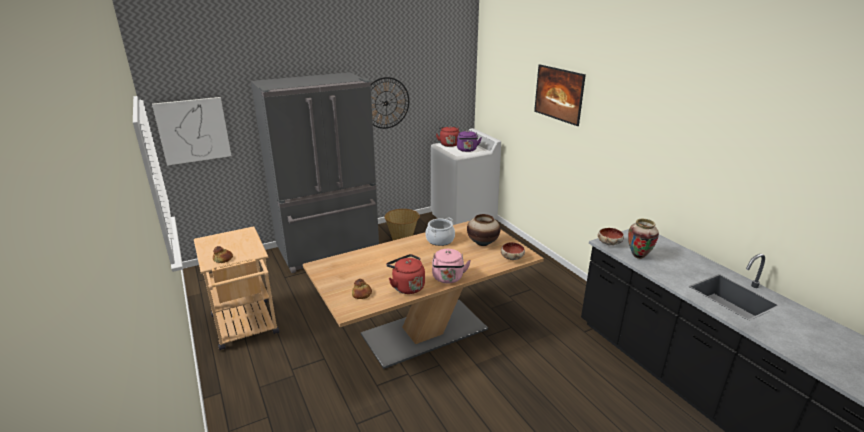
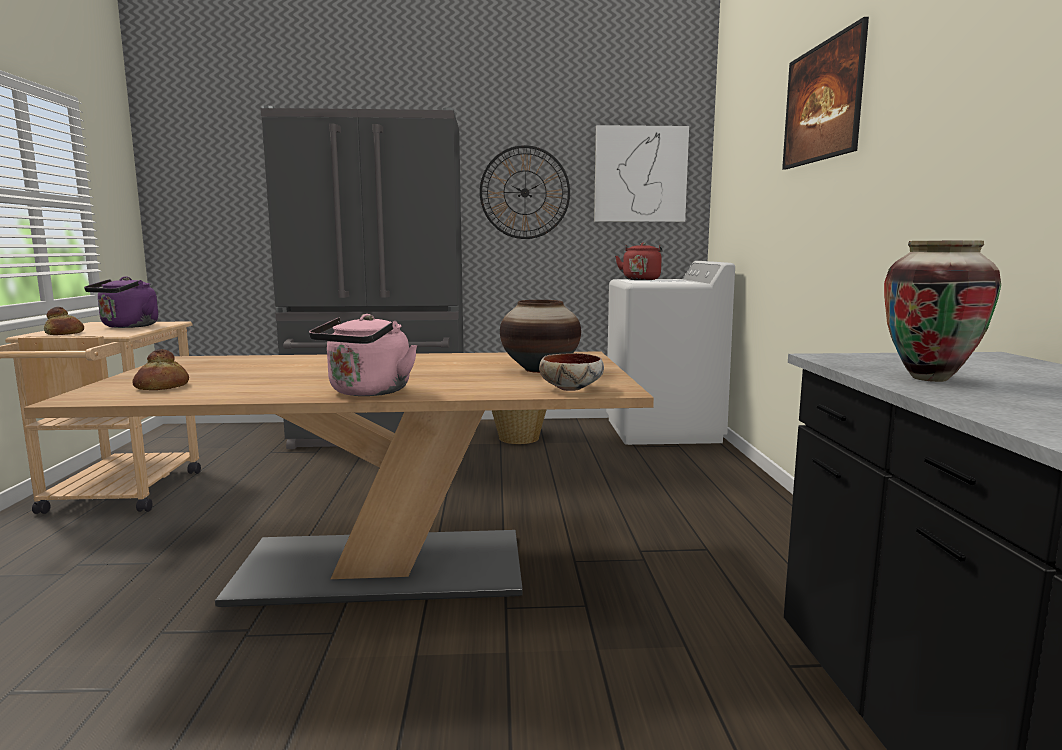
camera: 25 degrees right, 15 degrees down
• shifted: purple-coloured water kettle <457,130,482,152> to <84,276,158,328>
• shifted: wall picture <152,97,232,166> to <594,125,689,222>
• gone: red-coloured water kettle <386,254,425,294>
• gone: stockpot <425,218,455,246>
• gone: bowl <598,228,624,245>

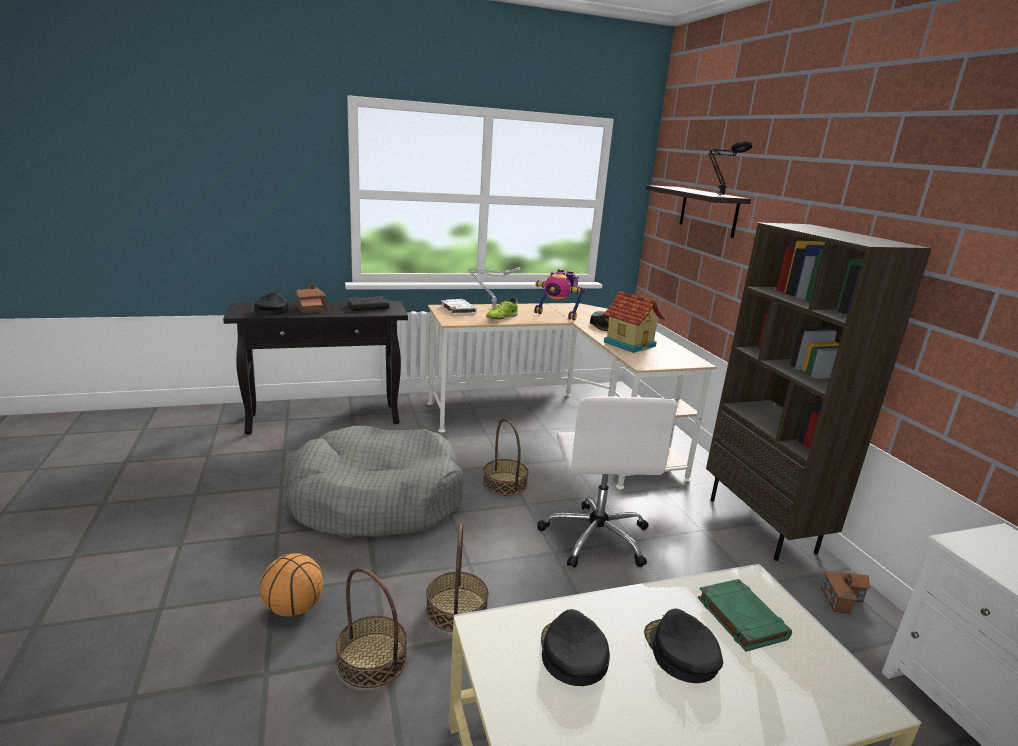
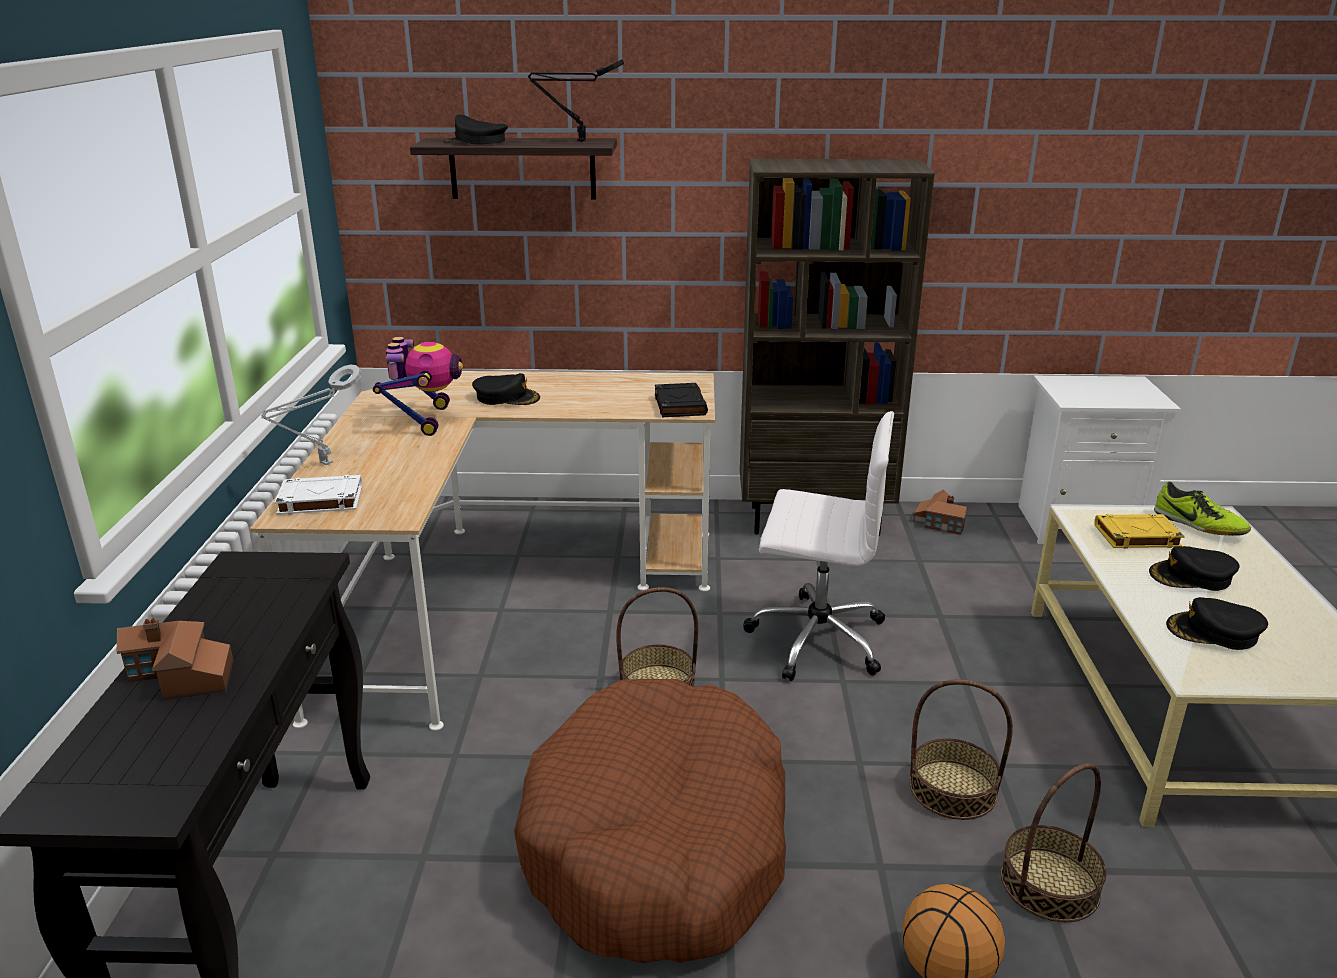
camera: 70 degrees left, 5 degrees up
• rotated: robot figure <534,269,586,320> = <373,337,463,436> 45 degrees counterclockwise
• shifted: blackish peaked cap <254,292,289,315> to <443,114,508,144>
• repainted: grey pet bed <285,426,463,538> to brown pet bed <514,679,786,963>
• shifted: blackish bound book <347,296,389,311> to <655,383,708,417>
• repainted: green bound book <698,579,792,652> to yellow bound book <1094,514,1185,549>
• shifted: item of footwear <486,297,518,320> to <1154,481,1251,536>
• gone: miniature house <603,291,665,353>

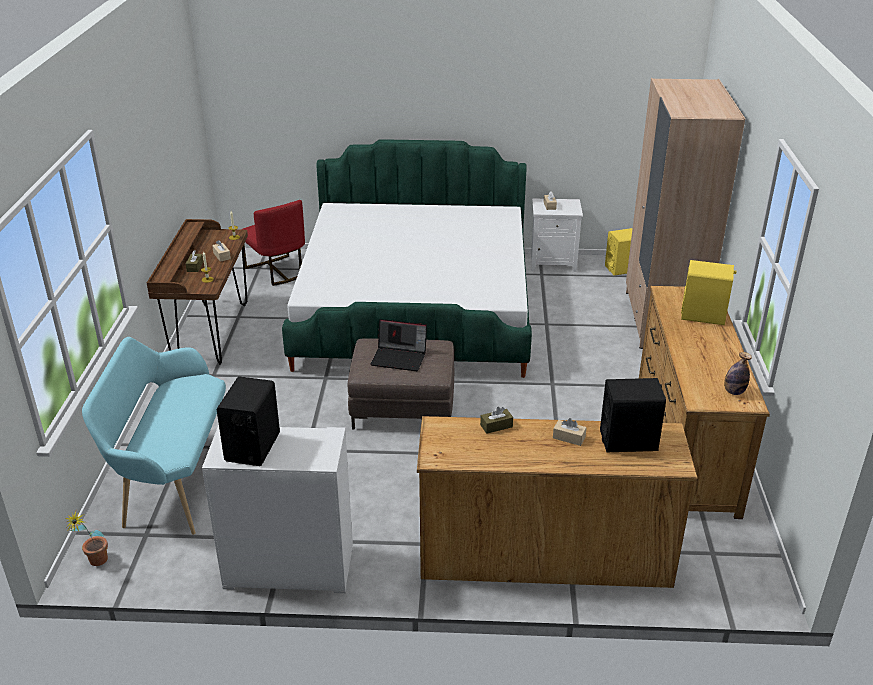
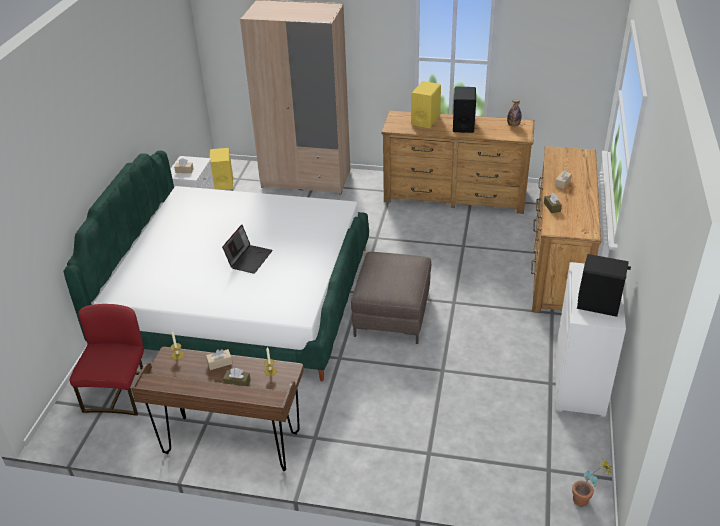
camera: 80 degrees left, 5 degrees up
• rotated: red-coloured upright chair <242,200,305,286> = <70,304,144,416> 60 degrees counterclockwise
• shifted: laptop <370,319,427,371> to <222,225,272,274>
• shifted: blackish speaker <600,378,666,452> to <453,87,476,133>
• gone: turquoise-coloured indoor bench <82,337,226,535>

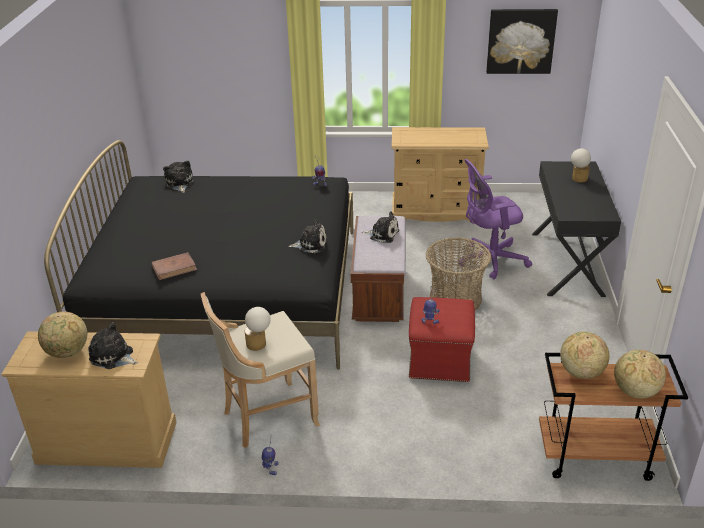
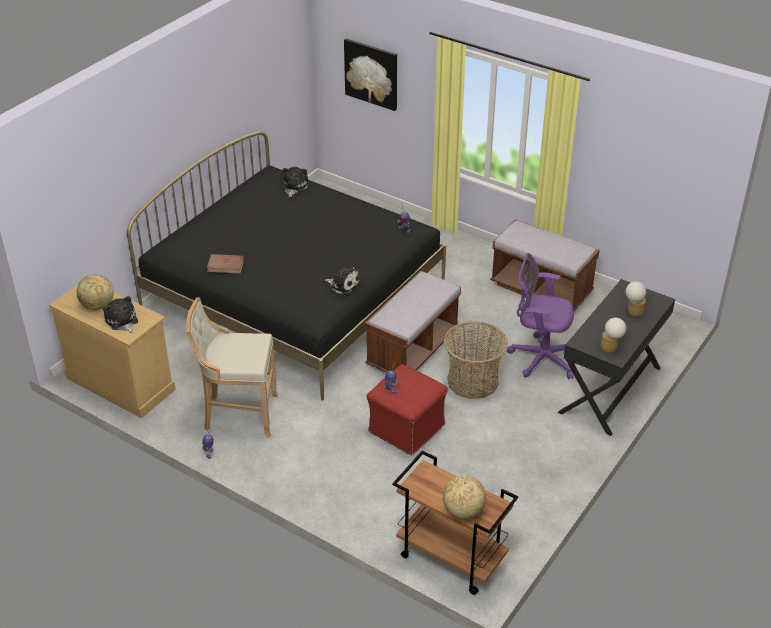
camera: 30 degrees right, 5 degrees up
• shifted: wall picture <486,9,558,74> to <344,38,397,111>
• swapped: sand-coloured chest of drawers <392,127,489,222> to brown indoor bench <490,219,600,311>
• shifted: tabletop lamp <245,307,271,351> to <601,318,626,353>
• gone: soft toy <362,211,399,243>
• gone: globe <560,331,609,379>

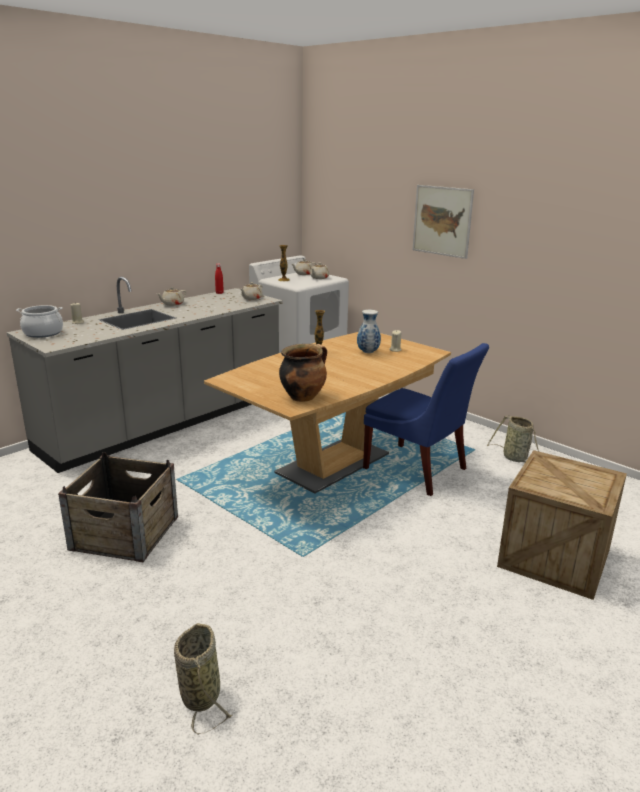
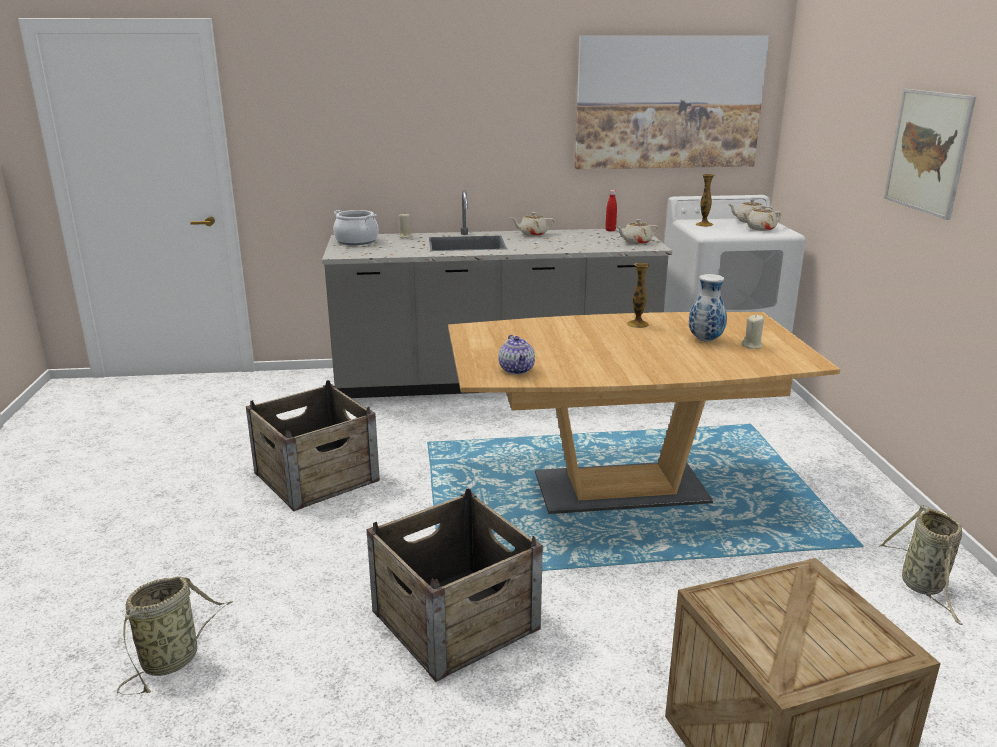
camera: 40 degrees right, 0 degrees up
• new: shipping crate <366,488,543,682>
• swapped: stockpot <279,344,327,402> to teapot <498,335,535,374>
• new: wall picture <575,36,769,169>
• gone: blue-coloured upright chair <363,343,489,496>

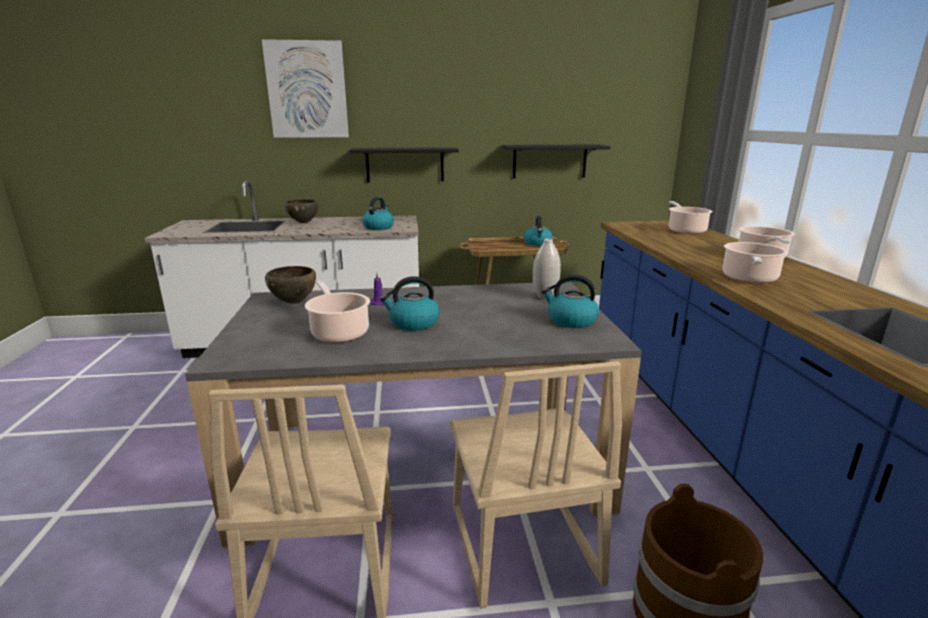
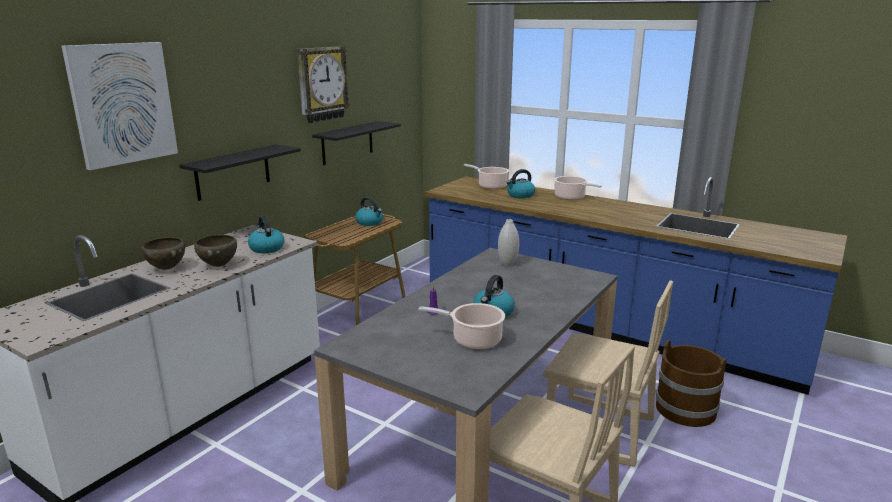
camera: 50 degrees left, 0 degrees up
• shifted: brown bowl <265,266,316,304> to <194,235,237,267>
• new: wall clock <297,46,350,123>
• shifted: water kettle <542,275,599,328> to <506,169,535,198>
• gone: stockpot <723,242,788,284>

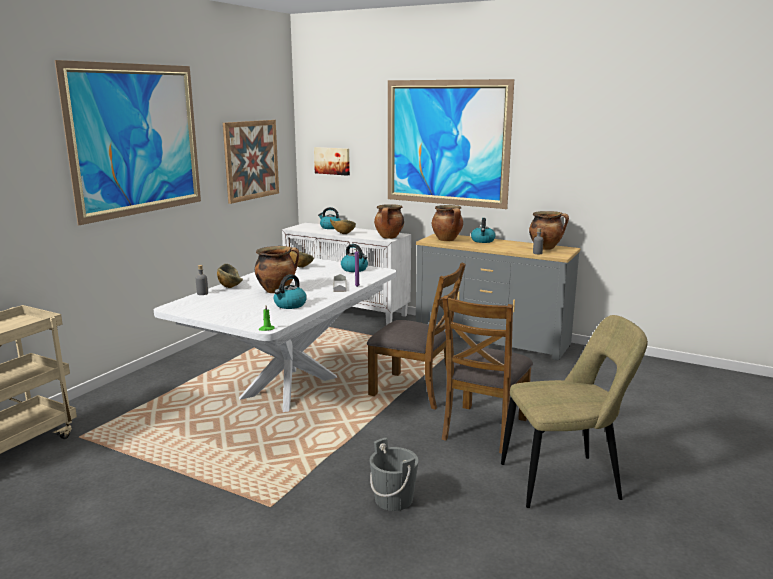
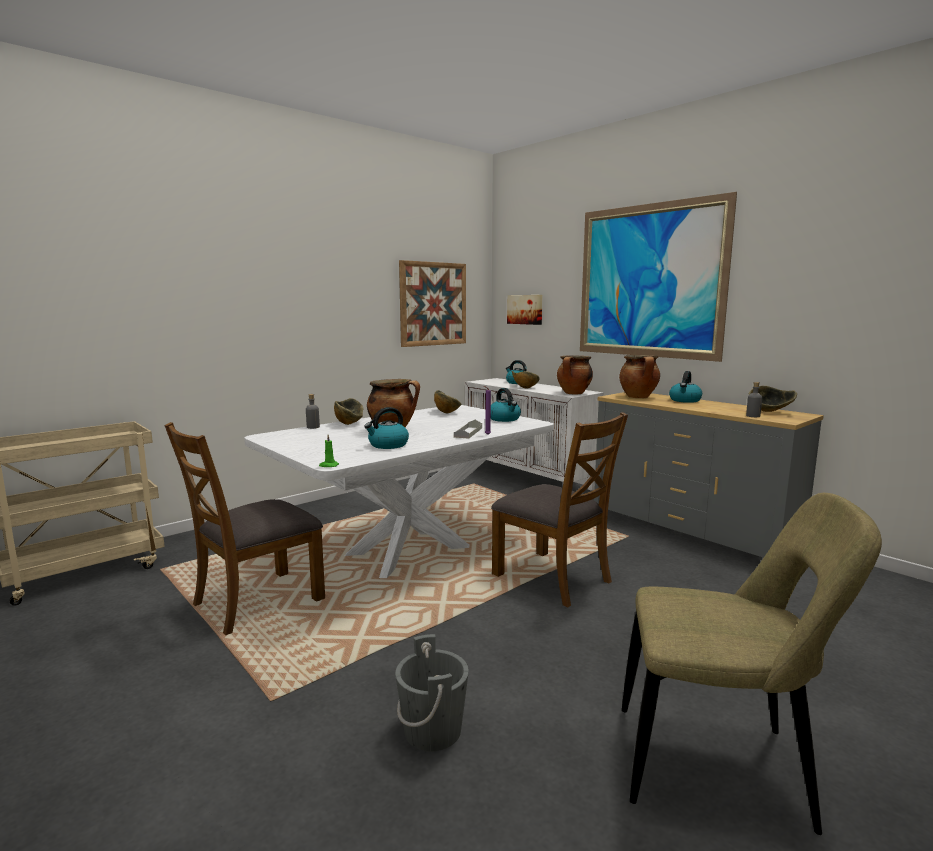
camera: 20 degrees right, 5 degrees down
• shifted: brown upright chair <442,295,533,454> to <164,422,325,635>
• swapped: stockpot <529,211,569,250> to bowl <749,386,797,412>
• gone: wall picture <55,60,201,226>

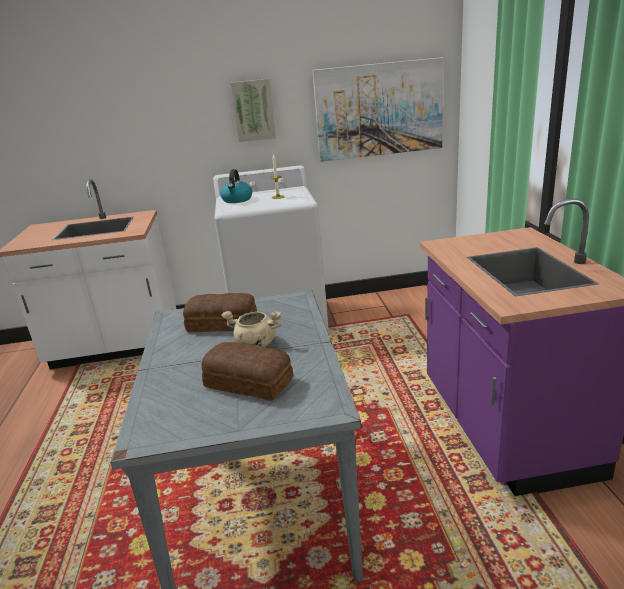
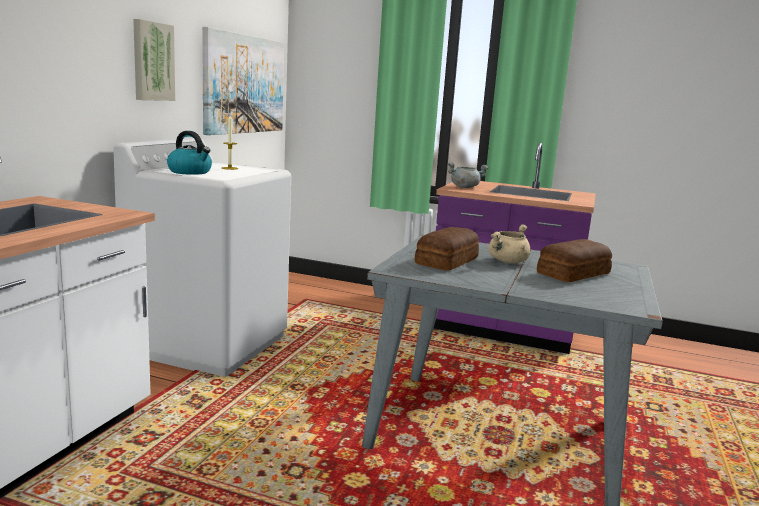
camera: 65 degrees left, 10 degrees down
• new: grey stockpot <448,162,489,188>

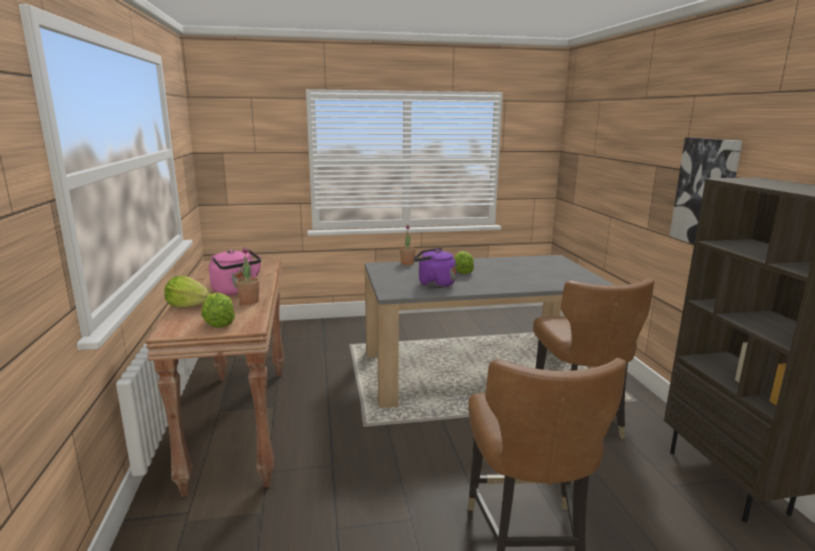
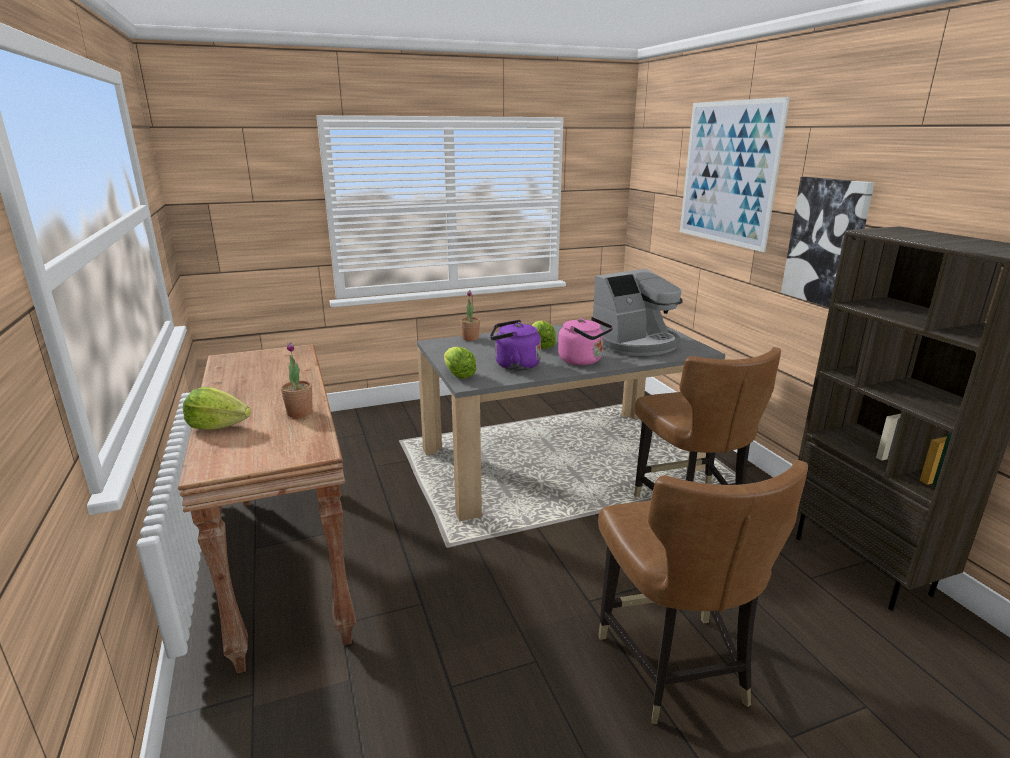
camera: 10 degrees left, 5 degrees up
• shifted: head of lettuce <201,292,235,328> to <444,347,477,379>
• shifted: pinkish water kettle <209,249,261,295> to <558,317,613,365>
• new: coffee brewer <593,269,683,356>
• new: wall picture <680,97,790,252>

